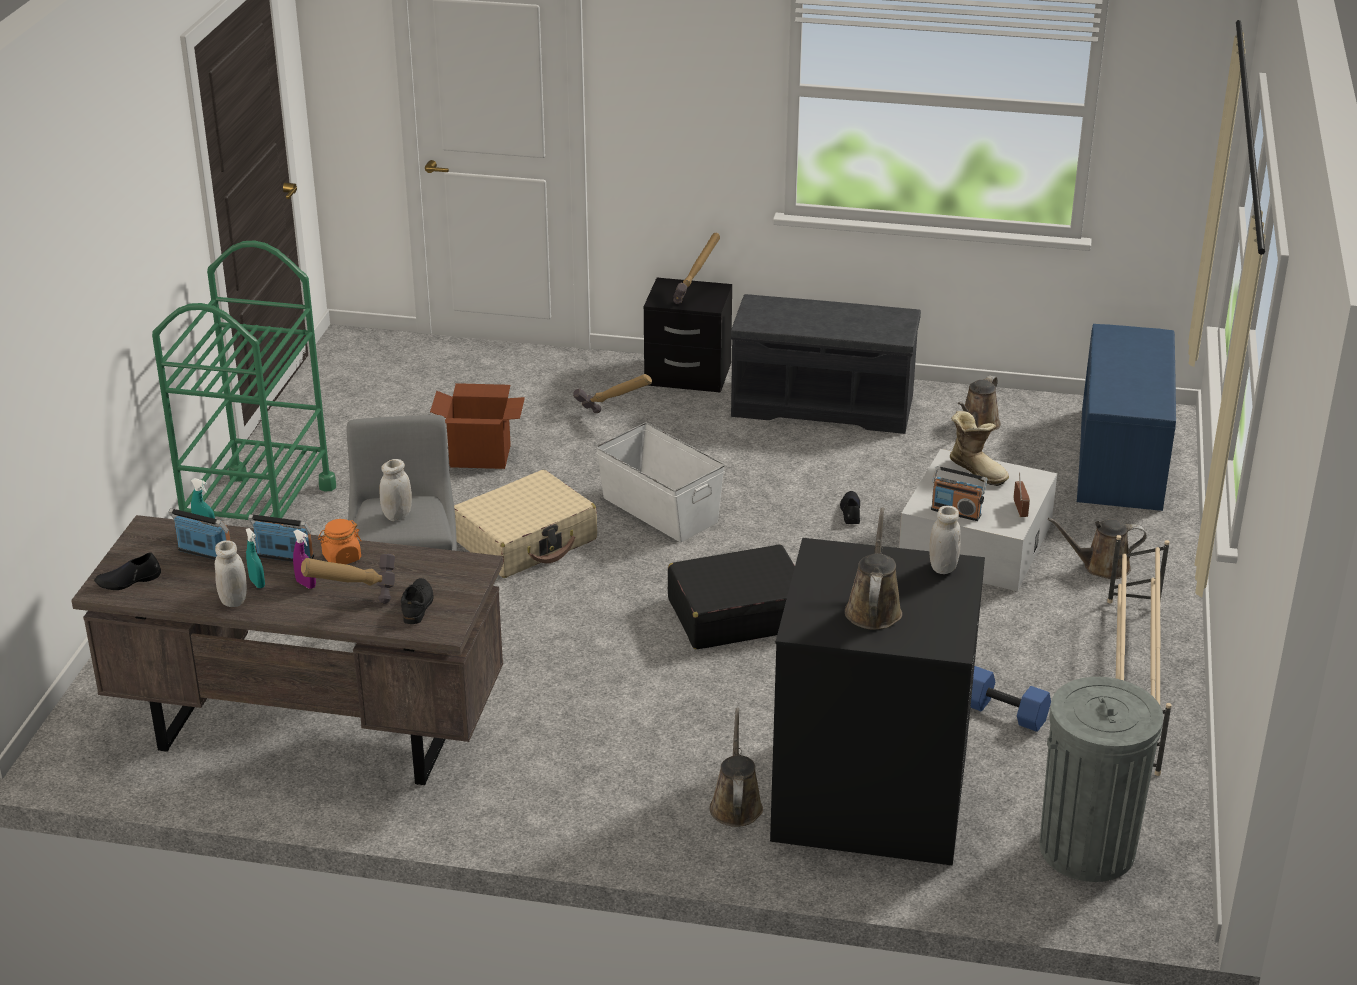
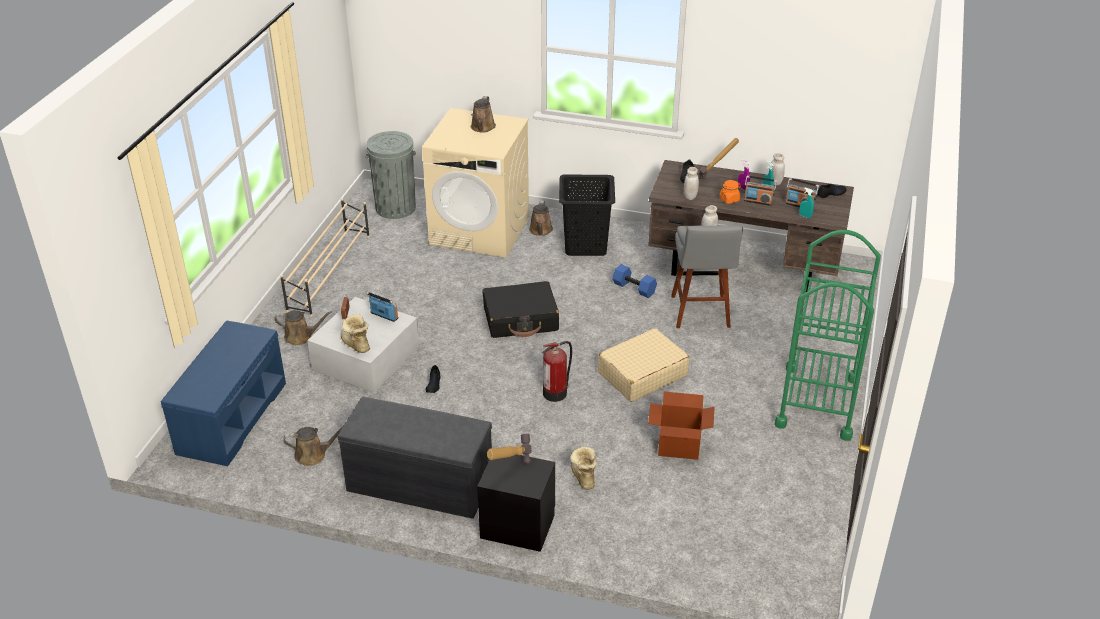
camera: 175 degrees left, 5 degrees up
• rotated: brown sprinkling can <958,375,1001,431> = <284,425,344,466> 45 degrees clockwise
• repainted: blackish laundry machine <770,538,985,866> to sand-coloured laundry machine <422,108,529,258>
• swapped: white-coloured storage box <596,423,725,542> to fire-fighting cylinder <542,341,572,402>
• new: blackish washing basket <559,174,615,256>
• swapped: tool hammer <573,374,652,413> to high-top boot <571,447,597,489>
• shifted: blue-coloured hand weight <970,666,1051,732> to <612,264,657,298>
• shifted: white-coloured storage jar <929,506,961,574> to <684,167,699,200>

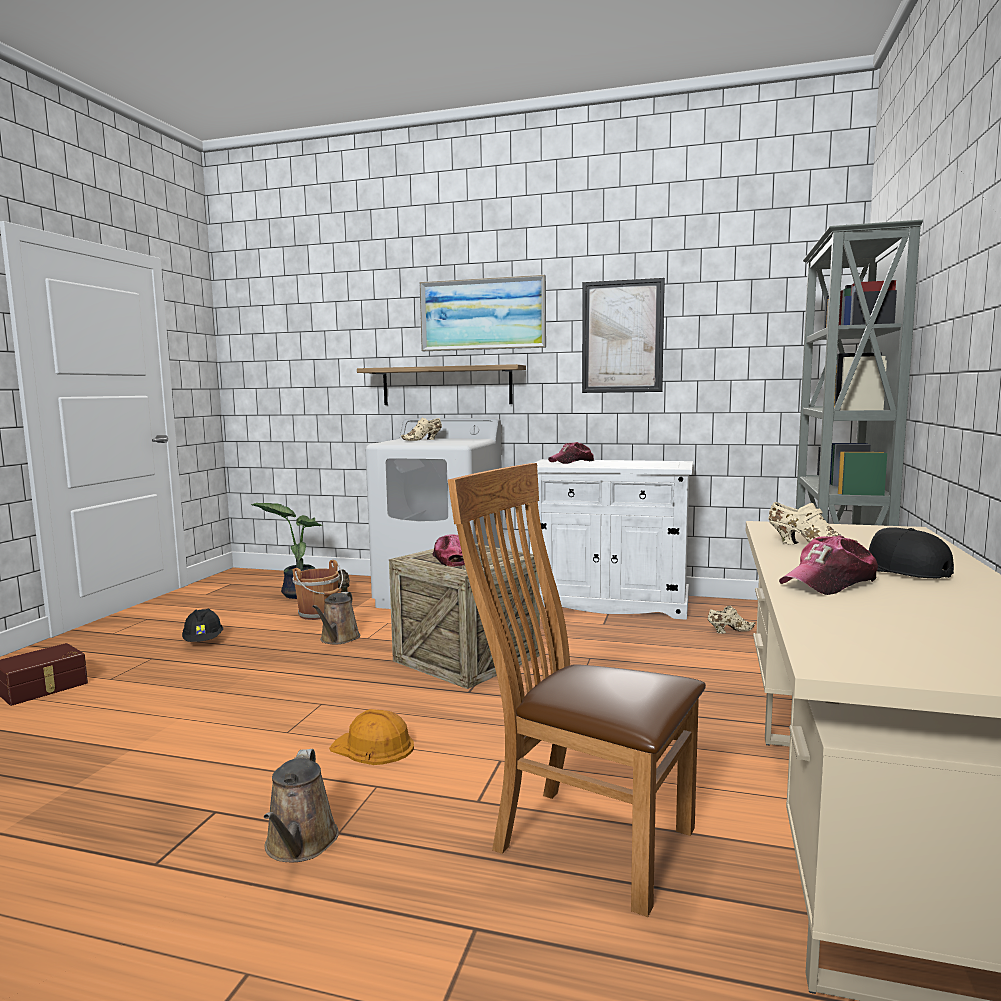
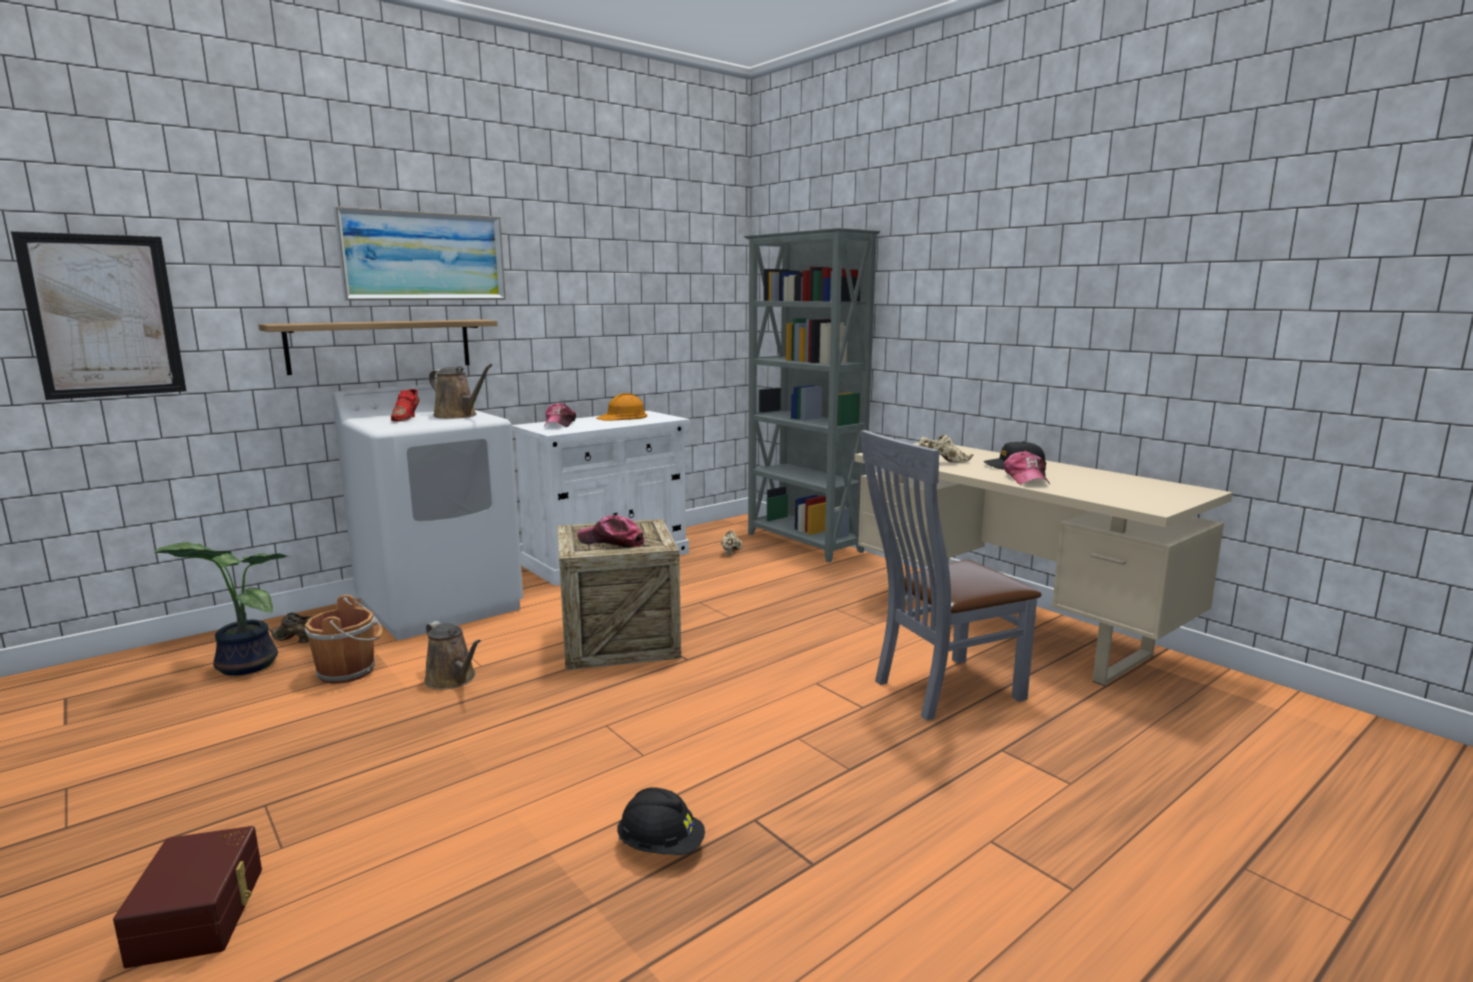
camera: 55 degrees left, 5 degrees up
• shifted: wall picture <582,278,665,393> to <11,231,186,400>
• repainted: sand-coloured item of footwear <401,418,442,441> to red-coloured item of footwear <391,389,420,421>
• shifted: brown sprinkling can <264,749,339,862> to <429,364,493,419>
• shifted: orangey safety helmet <329,709,414,765> to <597,393,647,421>
• shifted: blackish safety helmet <182,608,223,642> to <617,787,705,855>
• repainted: brown upright chair <448,463,706,917> to grey upright chair <861,430,1042,721>

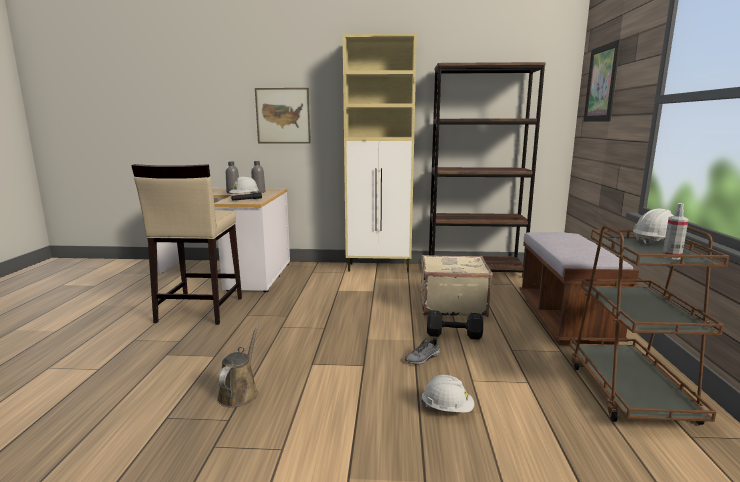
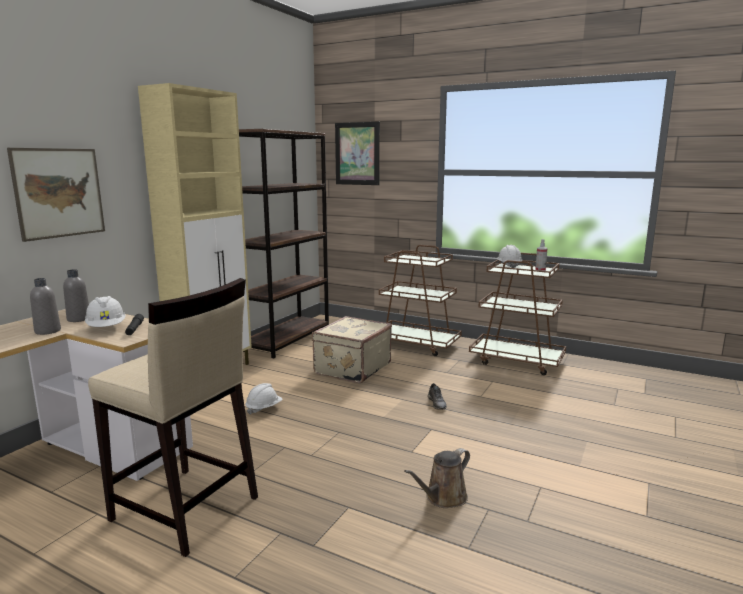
camera: 65 degrees left, 0 degrees up
• shifted: white-coloured safety helmet <421,375,474,413> to <245,383,283,415>
• swapped: brown indoor bench <520,232,639,346> to brown wheeled cart <379,245,462,356>
• rotated: brown sprinkling can <217,325,259,408> = <404,448,470,508> 75 degrees counterclockwise
• gone: blackish hand weight <427,310,483,340>

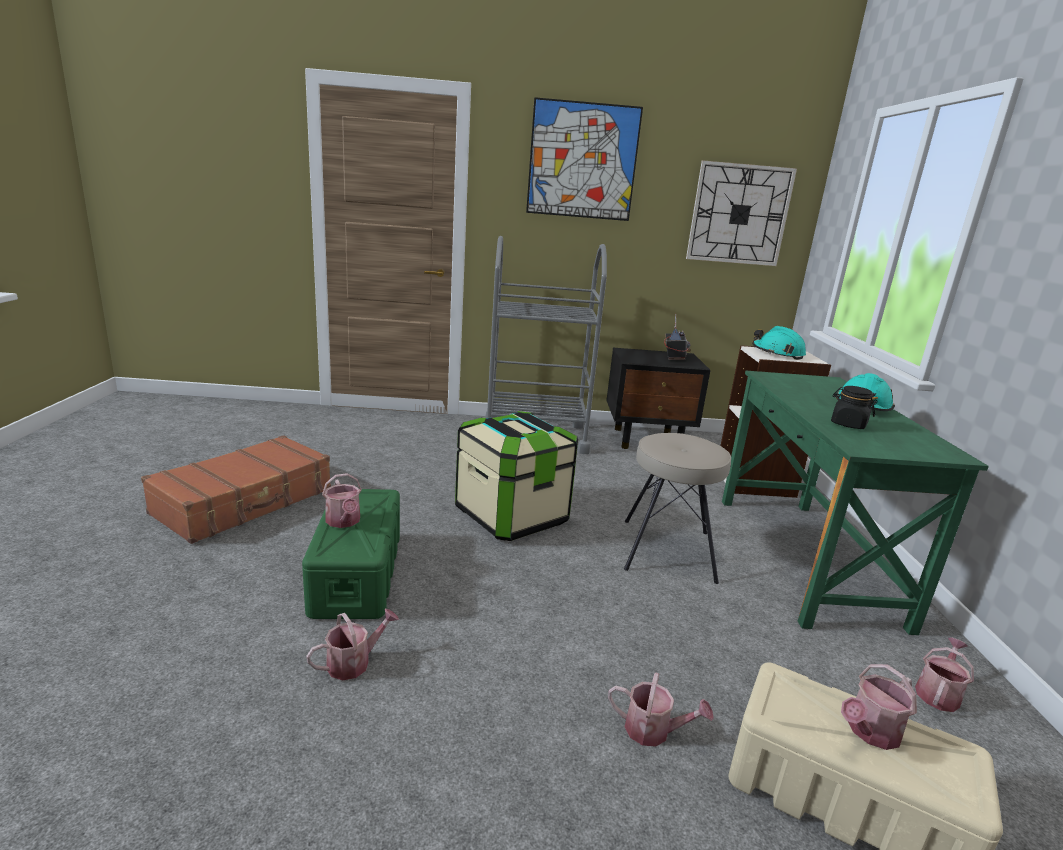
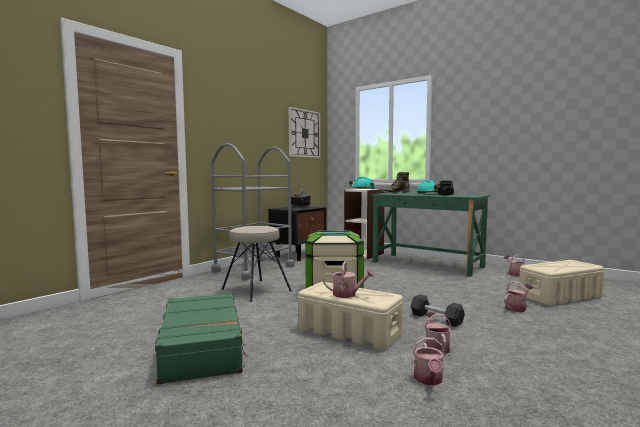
camera: 50 degrees left, 15 degrees down
• repainted: brown suitcase <141,435,331,544> to green suitcase <155,293,248,385>
• shifted: sand-coloured stool <624,433,731,584> to <221,226,292,302>
• repainted: green storage box <302,489,400,619> to sand-coloured storage box <299,282,403,351>
• new: green high-top boot <380,172,410,194>
• new: blackish hand weight <411,294,465,327>
• shifted: sprinkling can <841,664,917,750> to <413,337,445,385>
• gone: wall picture <526,97,643,221>

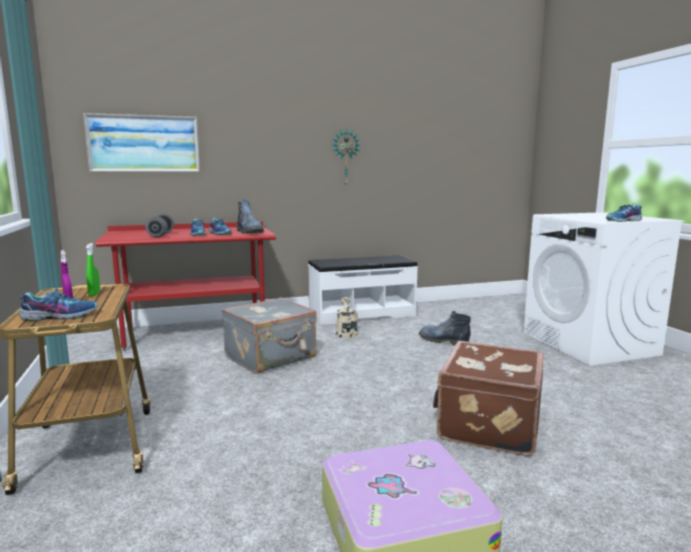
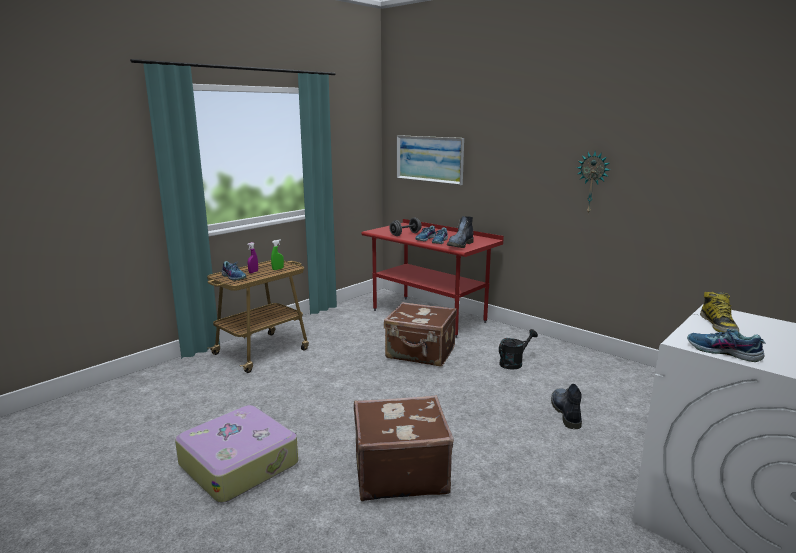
camera: 60 degrees right, 5 degrees up
• repainted: grey suitcase <221,297,317,374> to brown suitcase <384,302,457,367>
• repainted: sand-coloured sprinkling can <336,297,358,338> to blackish sprinkling can <499,329,538,370>
• new: high-top boot <700,292,739,332>
• gone: white-coloured indoor bench <308,255,418,325>

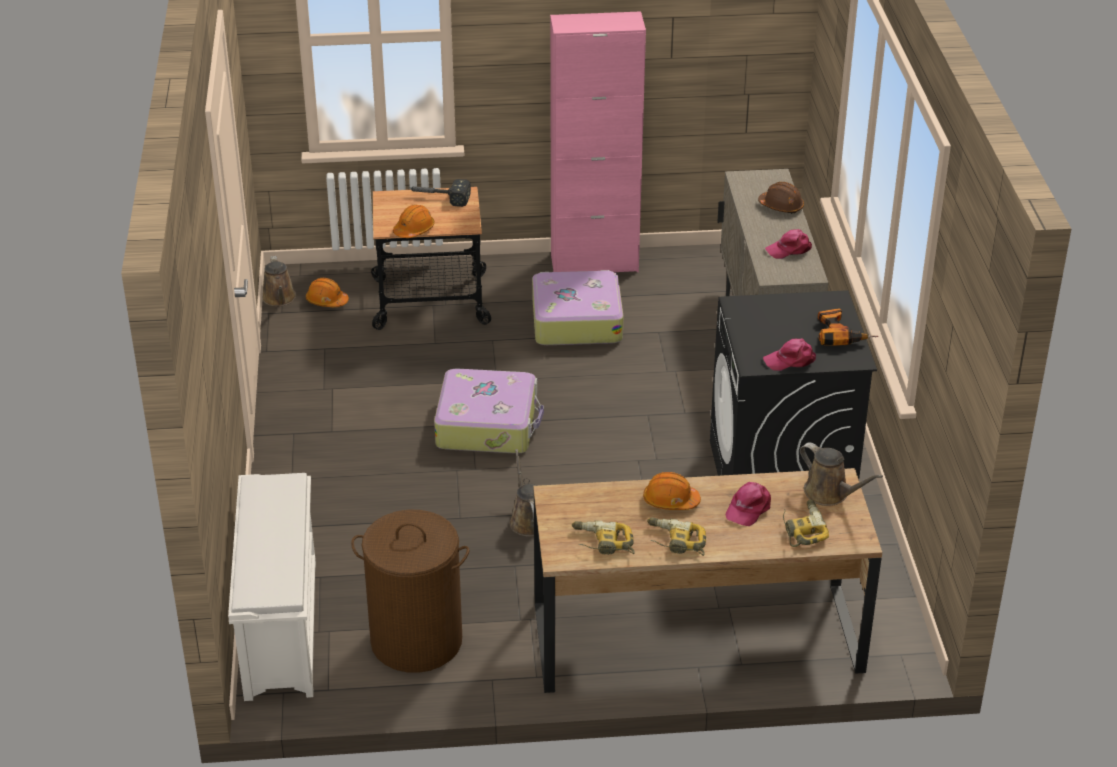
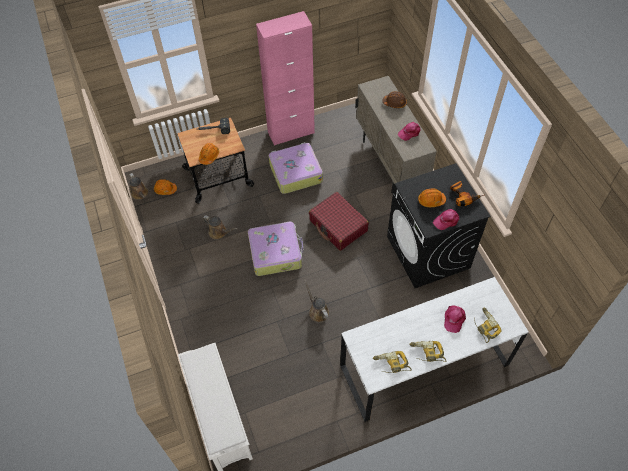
camera: 15 degrees left, 20 degrees up
• shifted: brown sprinkling can <800,442,883,506> to <202,215,238,240>
• new: red-coloured suitcase <309,192,369,251>
• repainted: brown desk unit <533,468,882,693> to white-coloured desk unit <340,277,528,422>
• shifted: orangey safety helmet <643,472,701,510> to <418,189,446,207>
• gone: brown washing basket <351,510,470,673>

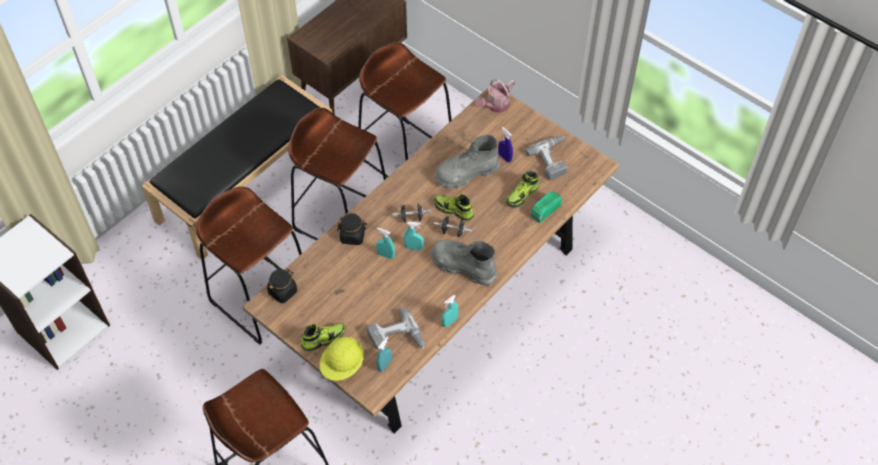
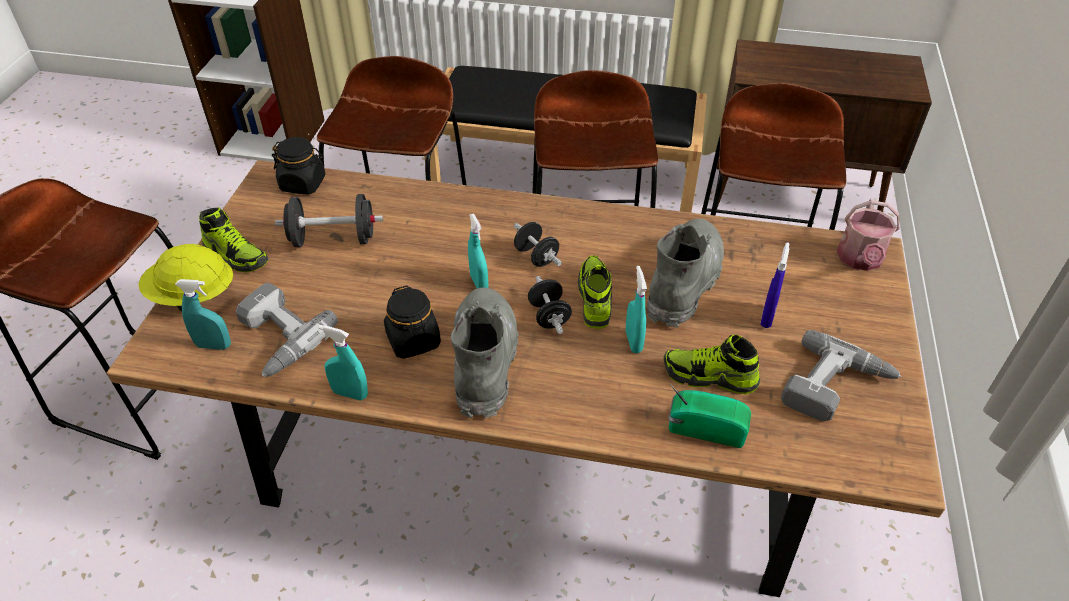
camera: 60 degrees right, 10 degrees down
• new: blackish hand weight <275,194,383,247>
• shifted: blackish storage jar <337,213,367,245> to <384,285,441,359>
• shifted: turquoise-coloured sprayer <376,228,395,259> to <626,266,647,353>
• rotated: grey high-top boot <435,135,500,189> = <647,219,724,327> 75 degrees clockwise
• rotated: sprinkling can <476,79,515,113> = <837,199,899,271> 90 degrees counterclockwise

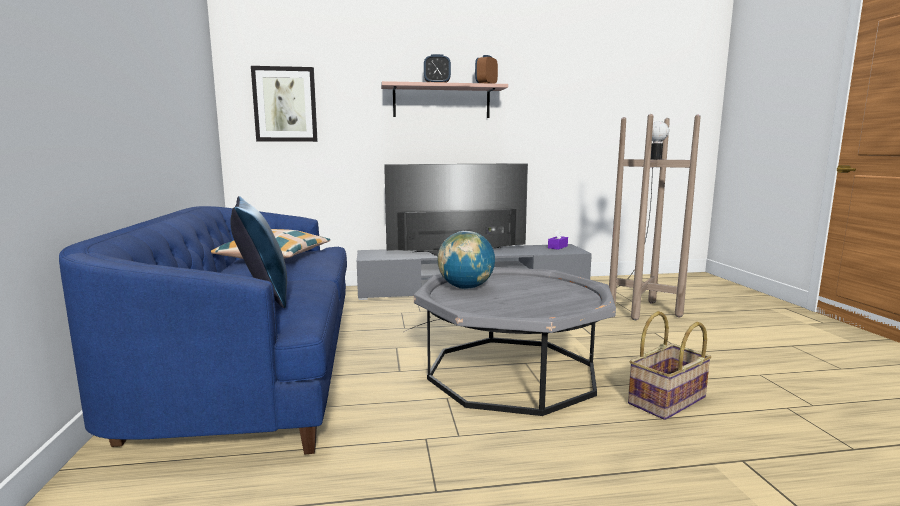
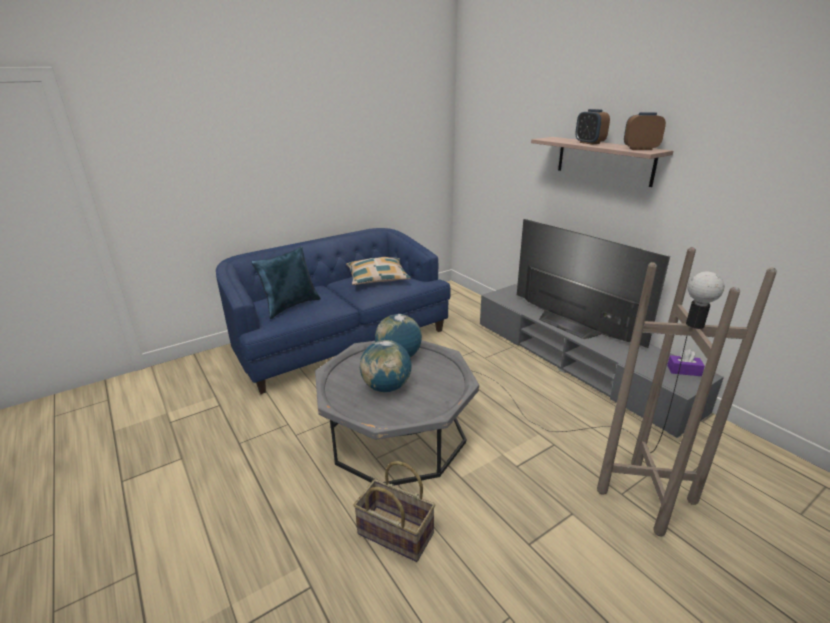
camera: 65 degrees right, 15 degrees up
• new: globe <360,340,412,392>
• gone: wall picture <251,66,318,142>

